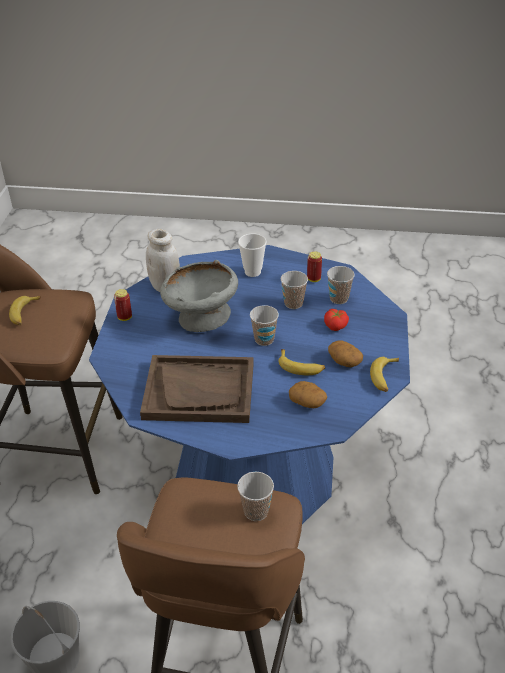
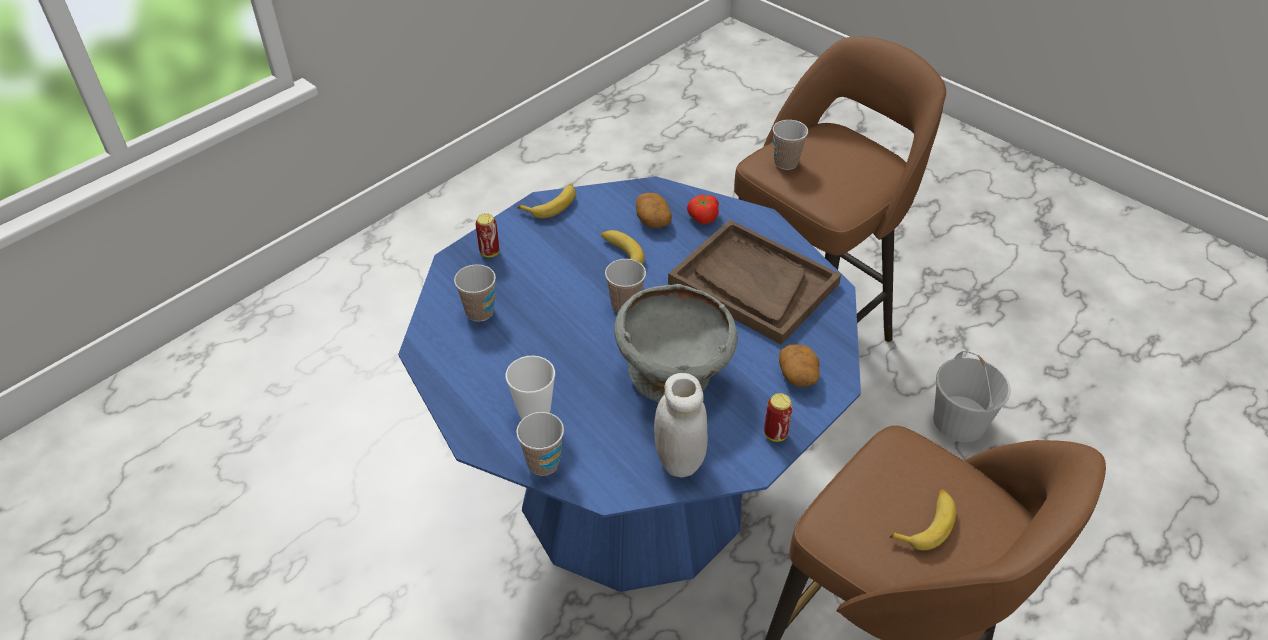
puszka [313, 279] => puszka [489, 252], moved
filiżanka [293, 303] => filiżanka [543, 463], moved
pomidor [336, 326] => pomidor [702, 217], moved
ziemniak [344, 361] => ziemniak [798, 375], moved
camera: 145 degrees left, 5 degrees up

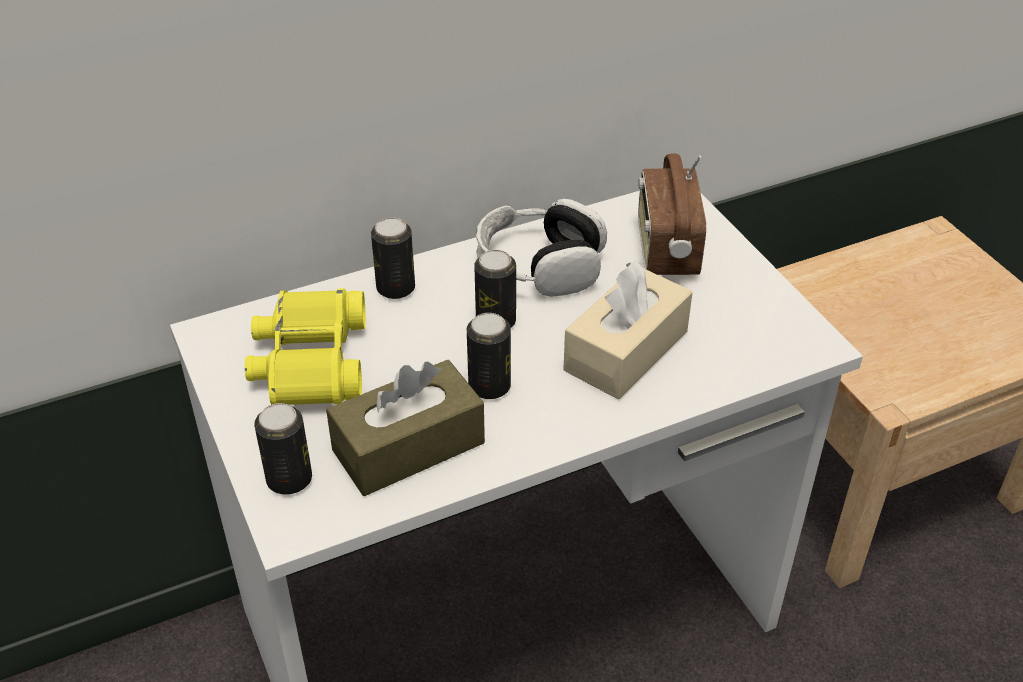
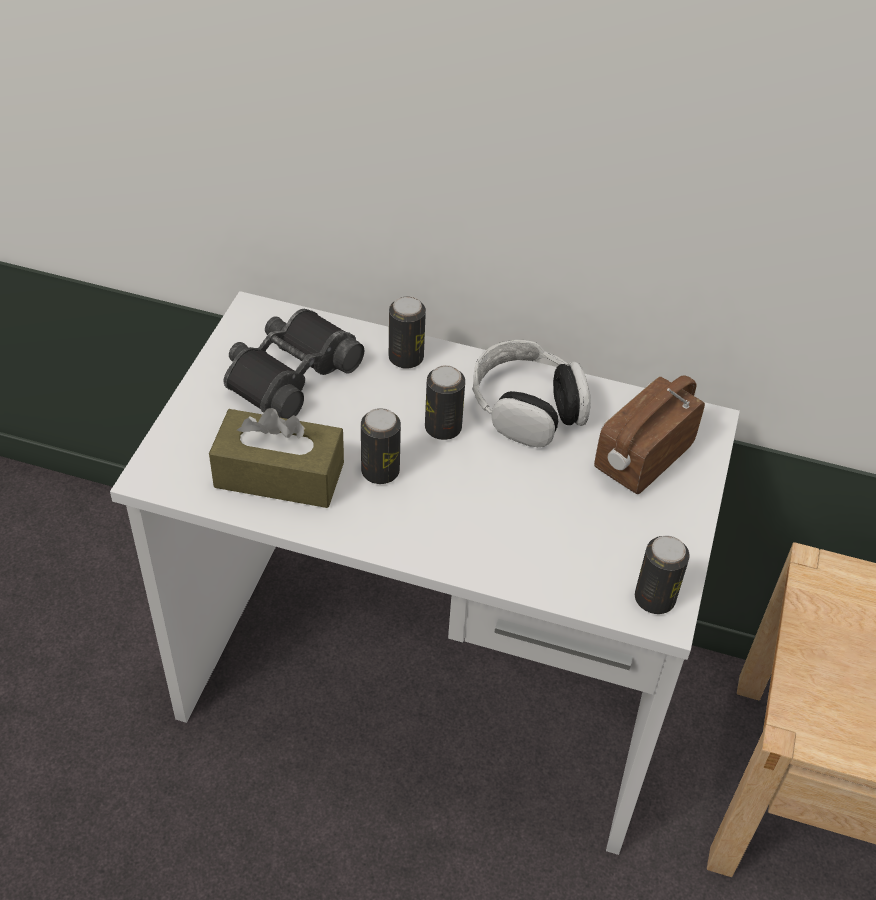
lornetka/żółty [310, 361] => lornetka/czarny [290, 373]
puszka [289, 479] => puszka [654, 599], moved
pudełko chusteczek/beżowy [626, 351] => nothing
camera: 40 degrees right, 5 degrees up

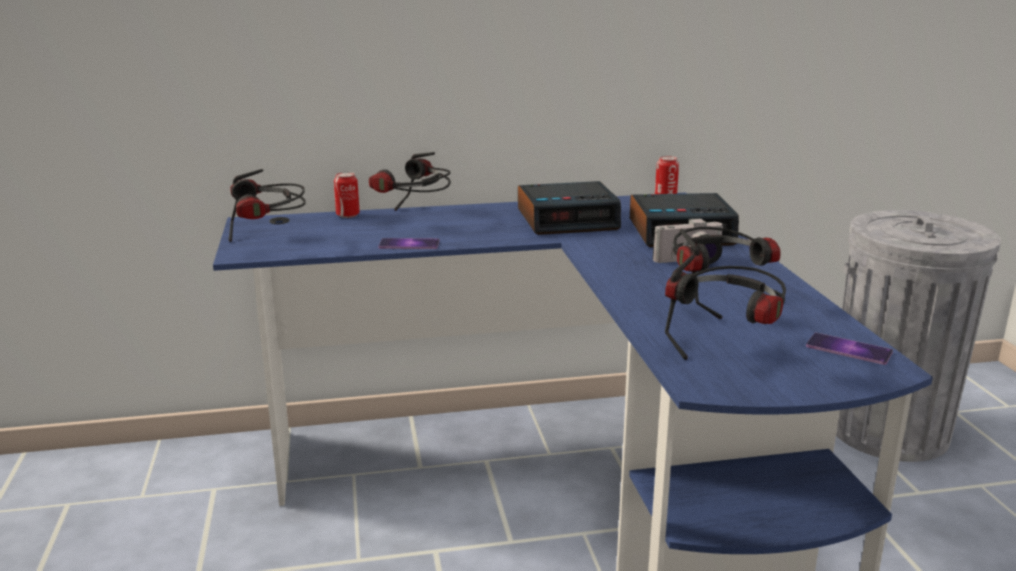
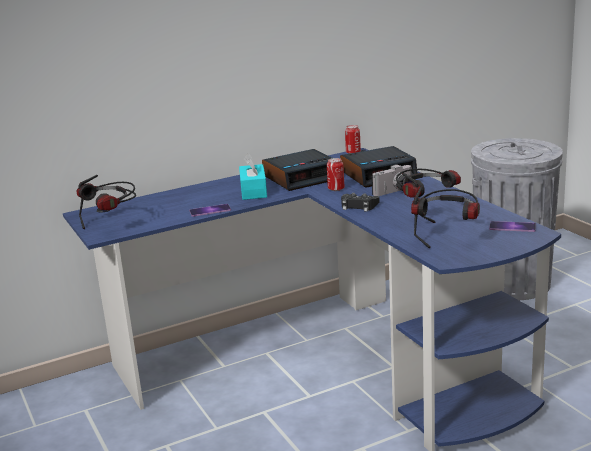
nothing => pudełko chusteczek/turkusowy [253, 191]
puszka [347, 215] => puszka [336, 189], moved
nothing => pad do gier/czarny [358, 206]
słuchawki [415, 219] => nothing
camera: 15 degrees left, 0 degrees up

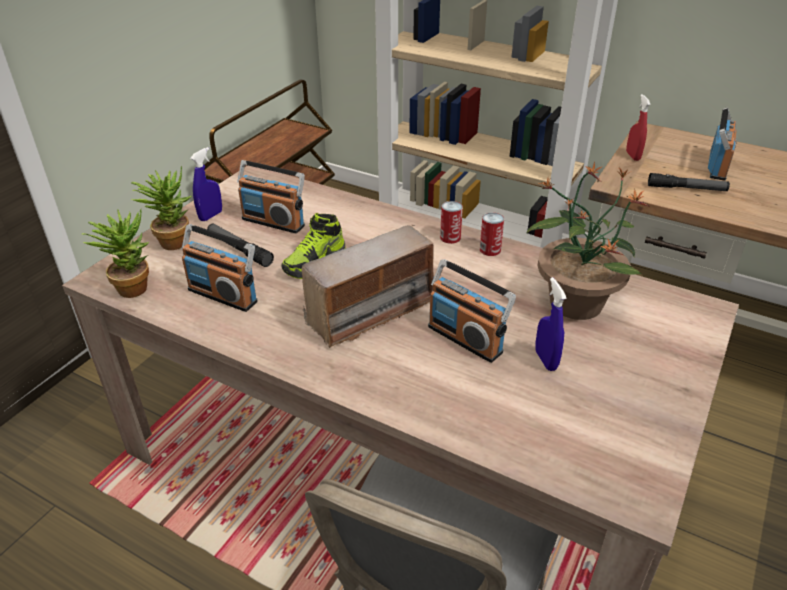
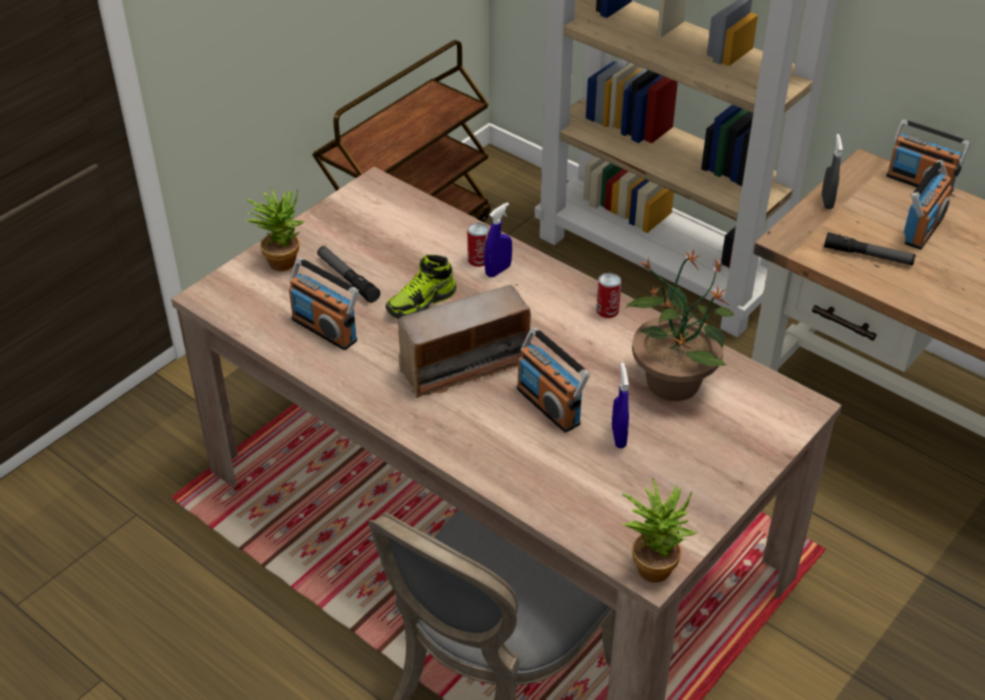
puszka [450, 237] => puszka [478, 259], moved
spryskiwacz/niebieski [211, 216] => spryskiwacz/niebieski [498, 270], moved
roślina doniczkowa [133, 285] => roślina doniczkowa [653, 563], moved
spryskiwacz/czerwony [632, 156] => spryskiwacz/szary [827, 201]
radio [273, 222] => radio [919, 182], moved
camera: 10 degrees right, 5 degrees up

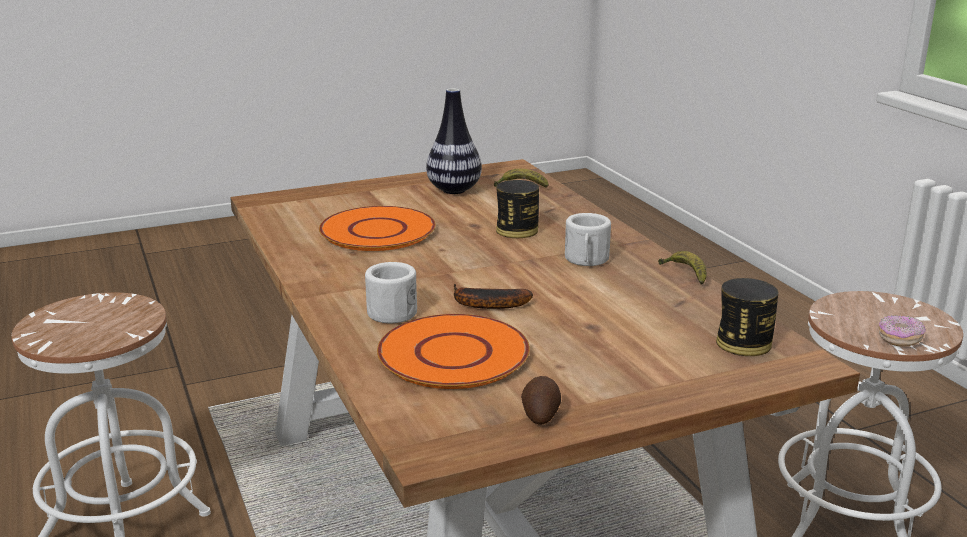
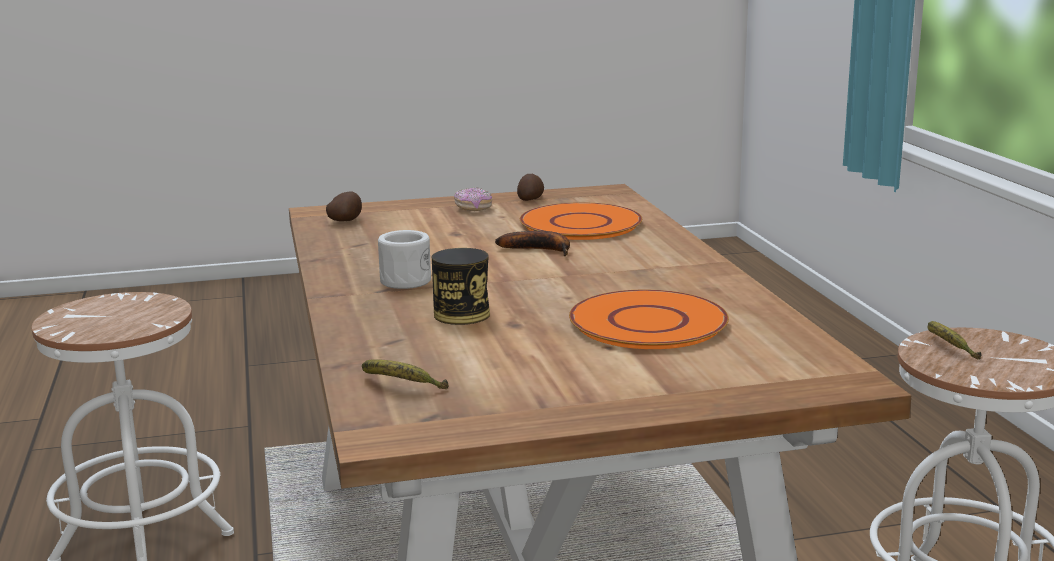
puszka [743, 343] => ziemniak [346, 221]
donut [899, 339] => donut [473, 208], moved
banan [685, 274] => banan [948, 347], moved
kubek/biały [394, 310] => nothing
wazon [454, 190] => nothing
camera: 170 degrees left, 5 degrees down

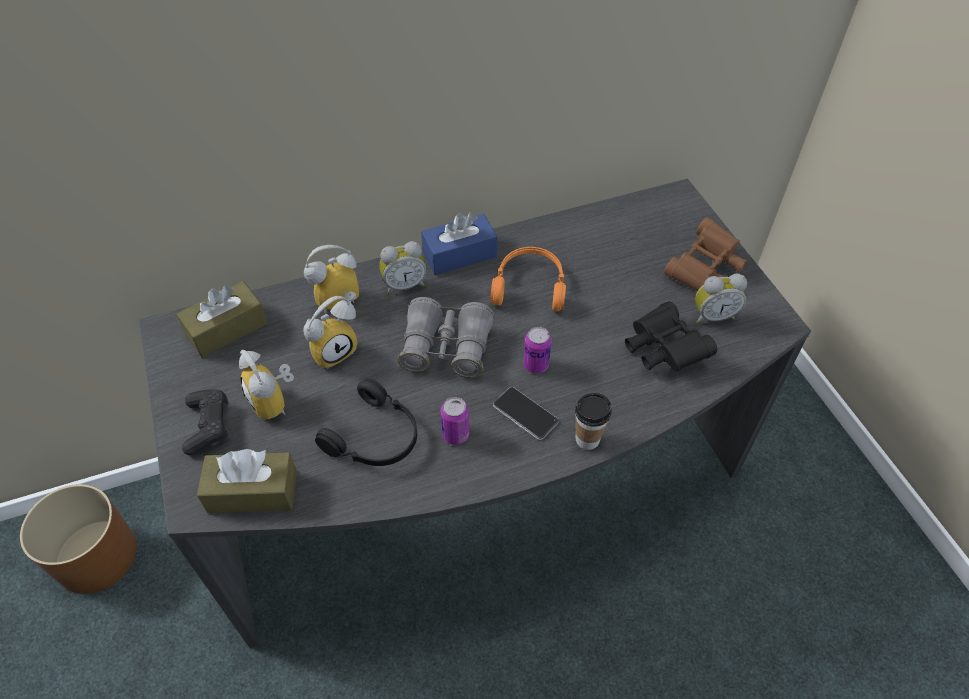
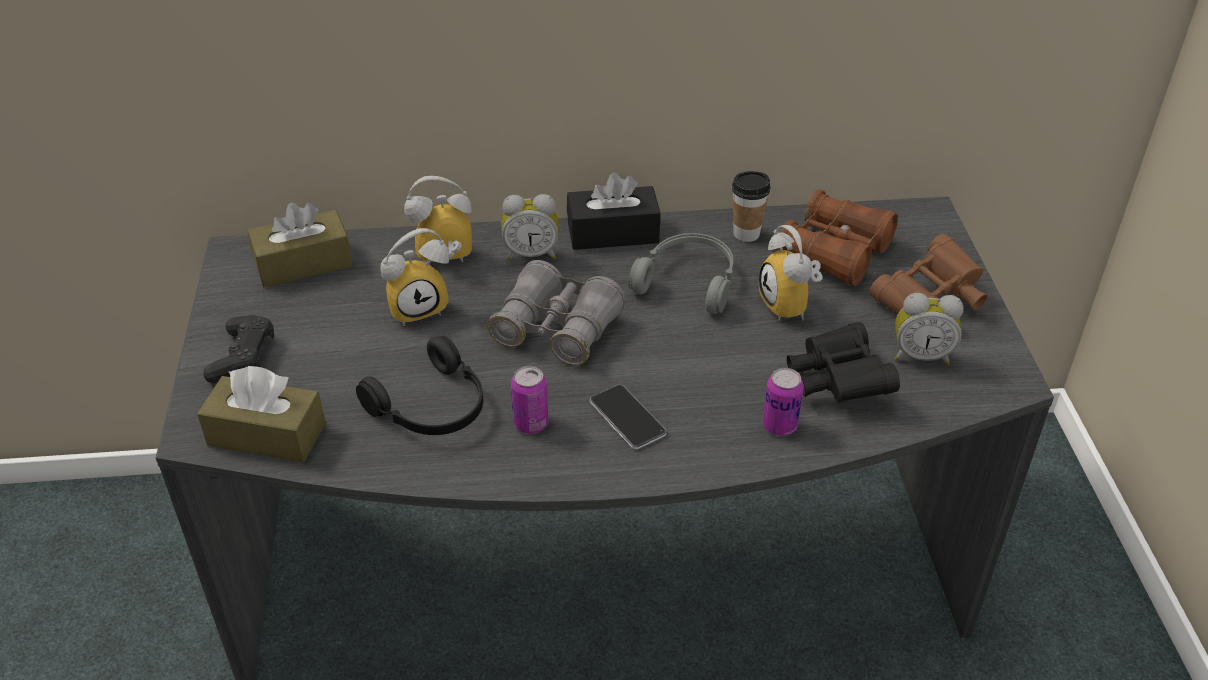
pudełko chusteczek/niebieski [459, 254] => pudełko chusteczek/czarny [613, 233]
słuchawki/pomarańczowy [529, 286] => słuchawki/szary [688, 281]
filiżanka [587, 439] => filiżanka [746, 234], moved
budzik [275, 402] => budzik [791, 306], moved
puszka [536, 365] => puszka [779, 426], moved
nothing => lornetka/brązowy [835, 252]
donica/brązowy [97, 555] => nothing
camera: 15 degrees right, 10 degrees down

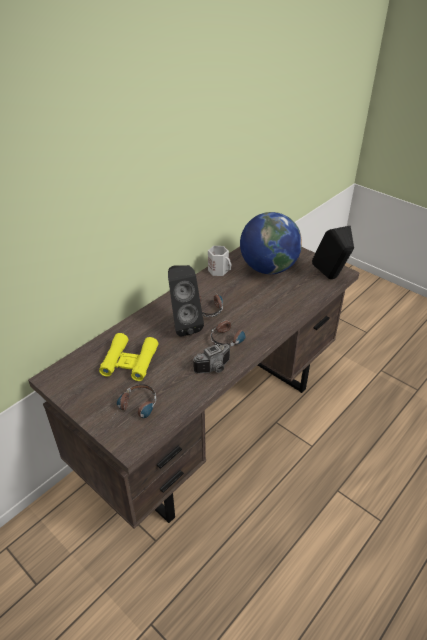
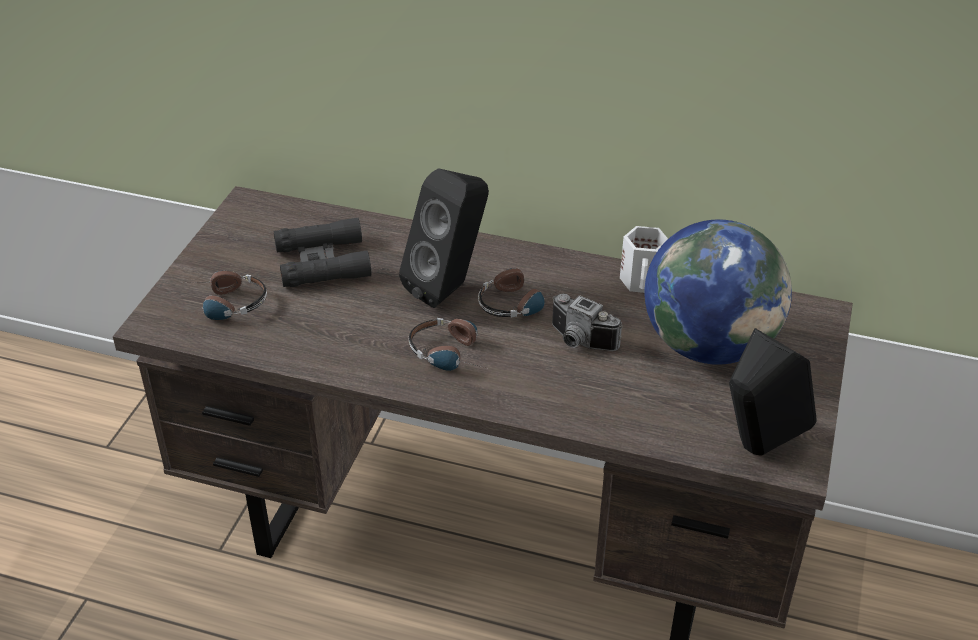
lornetka/żółty [129, 361] => lornetka/czarny [322, 262]
aparat fotograficzny [215, 368] => aparat fotograficzny [579, 342], moved
camera: 65 degrees right, 0 degrees up

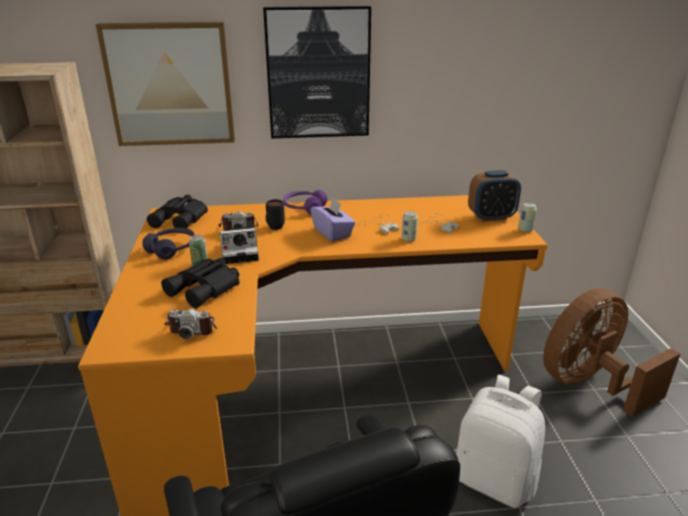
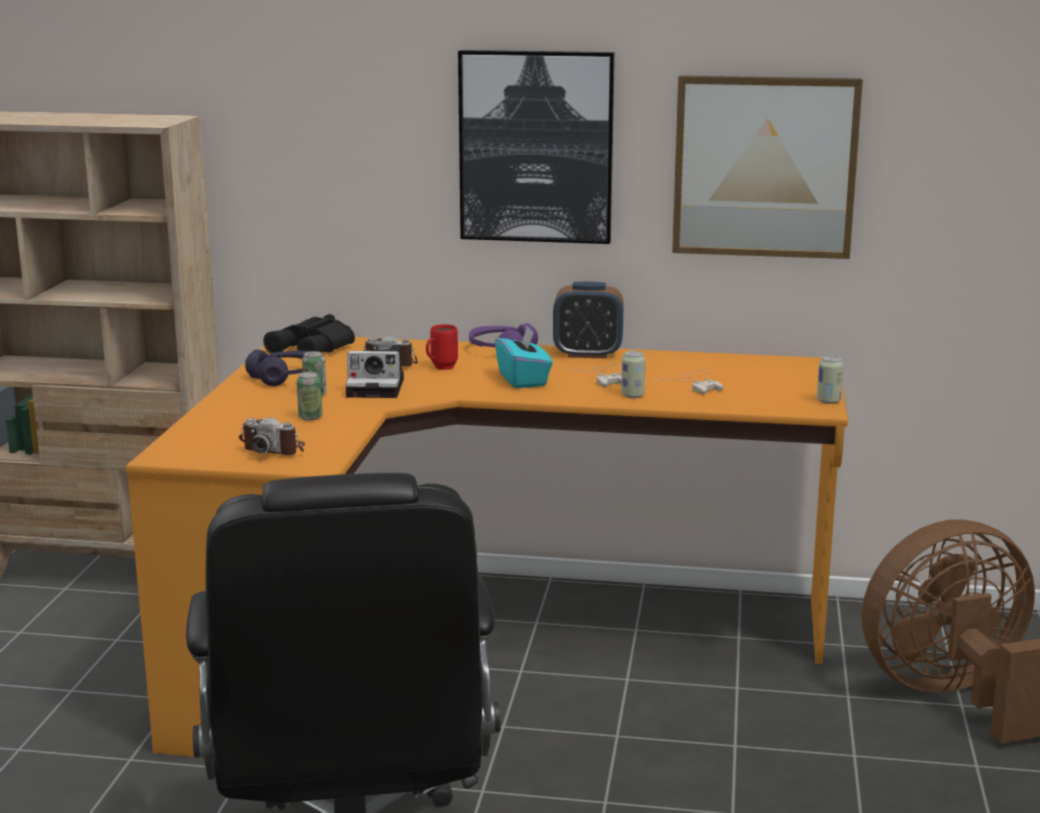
lornetka/czarny [206, 288] => puszka [310, 417]
kubek/czarny [274, 229] => kubek/czerwony [440, 368]
pudełko chusteczek/fioletowy [333, 233] => pudełko chusteczek/turkusowy [523, 380]
budzik [491, 217] => budzik [587, 354], moved
obraz [170, 85] => obraz [764, 166], moved
plecak/biały [495, 479] => nothing
camera: 15 degrees right, 10 degrees down

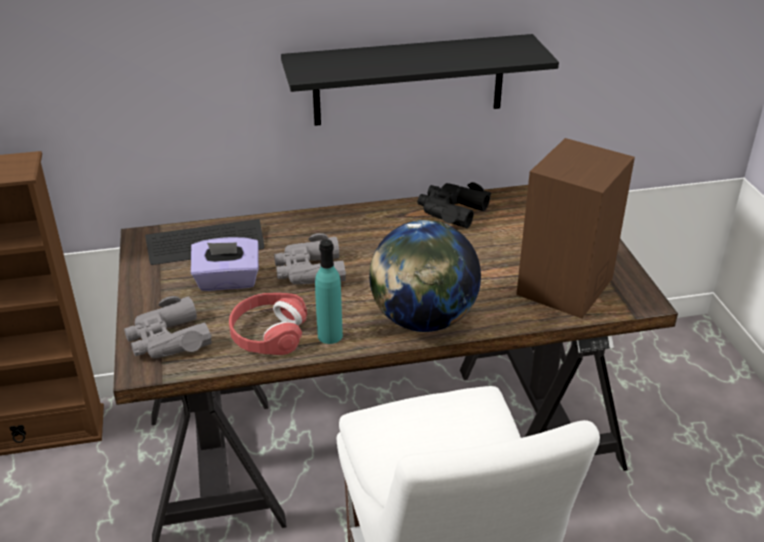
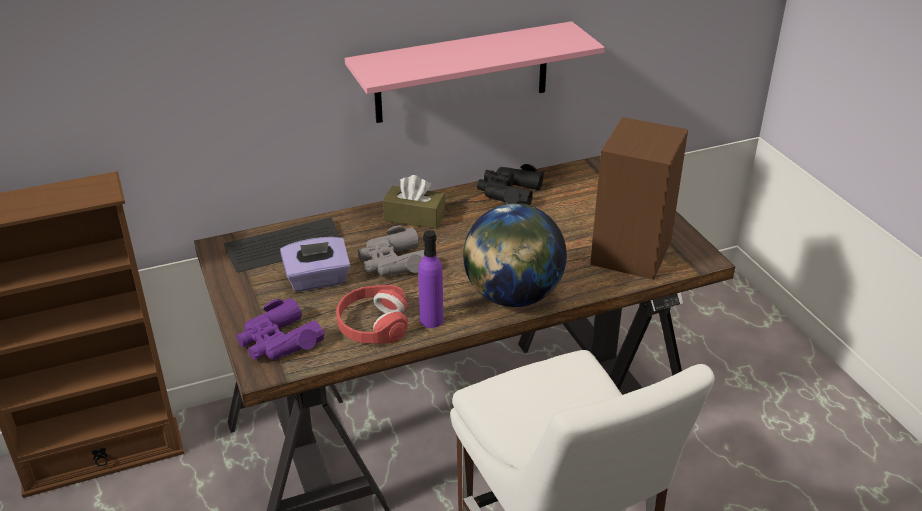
lornetka/szary [168, 340] => lornetka/fioletowy [279, 341]
półka/czarny [409, 80] => półka/różowy [462, 73]
nothing => pudełko chusteczek/brązowy [414, 217]
butelka/turkusowy [330, 335] => butelka/fioletowy [431, 320]
camera: 10 degrees left, 0 degrees up

